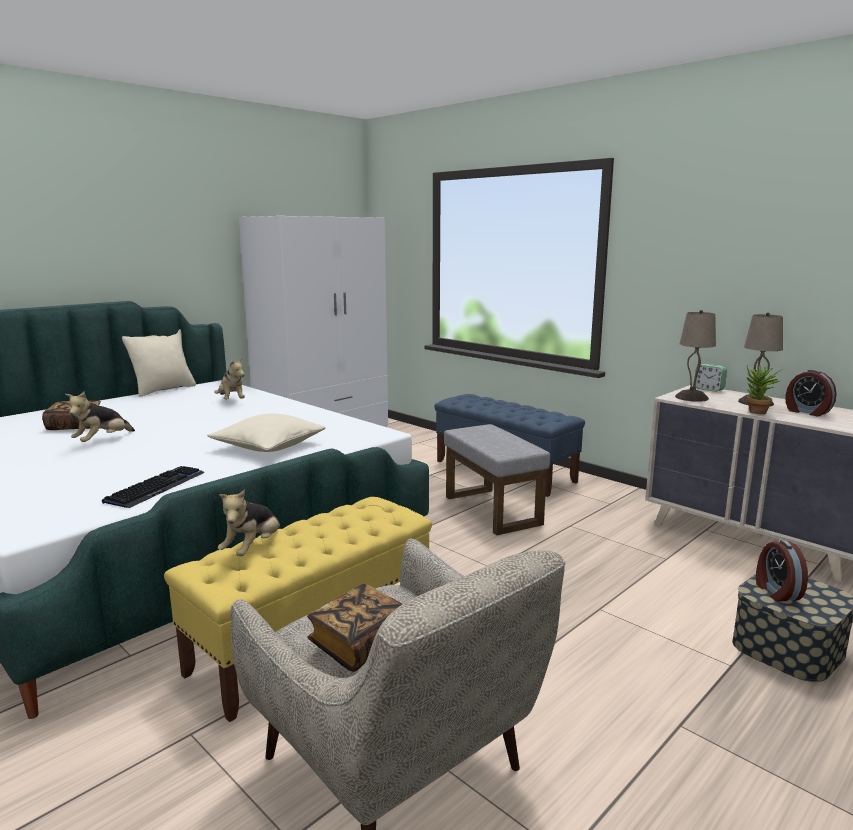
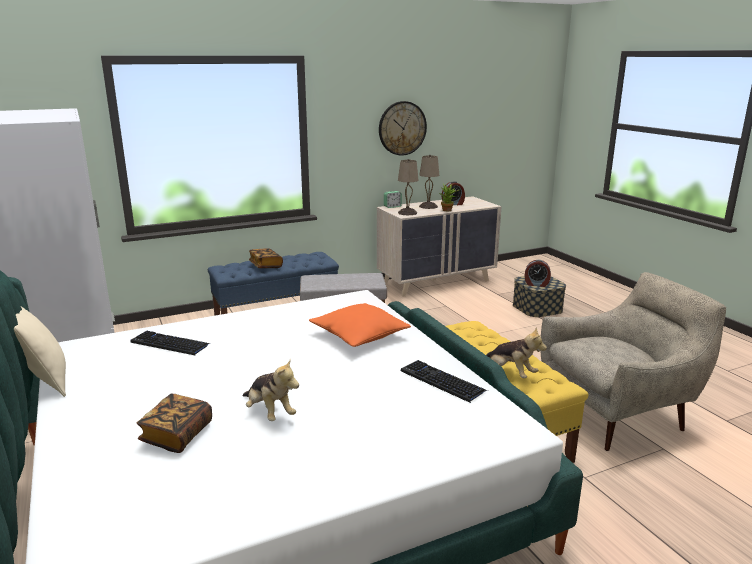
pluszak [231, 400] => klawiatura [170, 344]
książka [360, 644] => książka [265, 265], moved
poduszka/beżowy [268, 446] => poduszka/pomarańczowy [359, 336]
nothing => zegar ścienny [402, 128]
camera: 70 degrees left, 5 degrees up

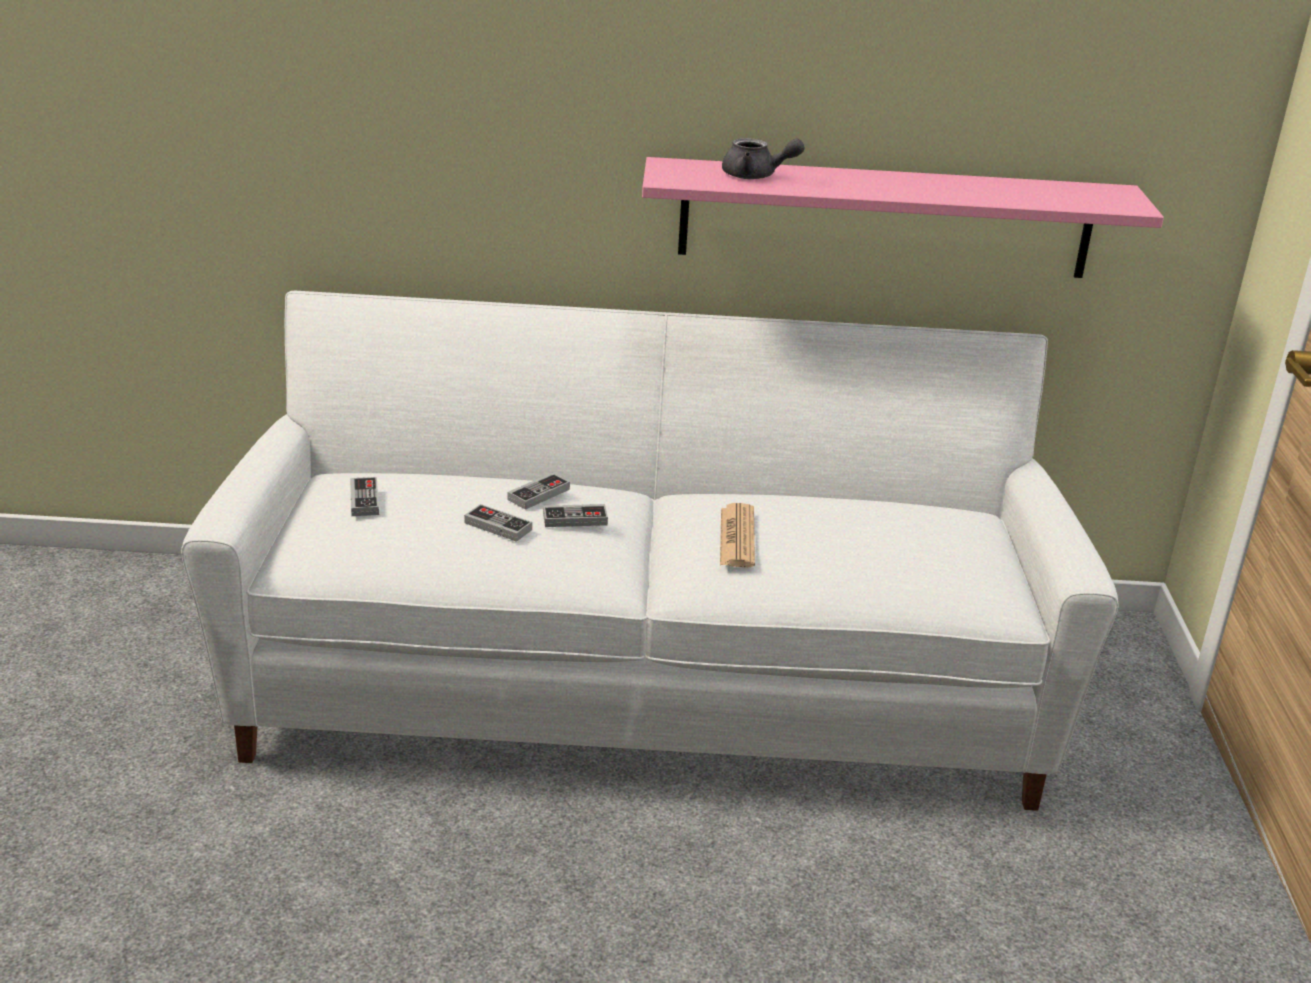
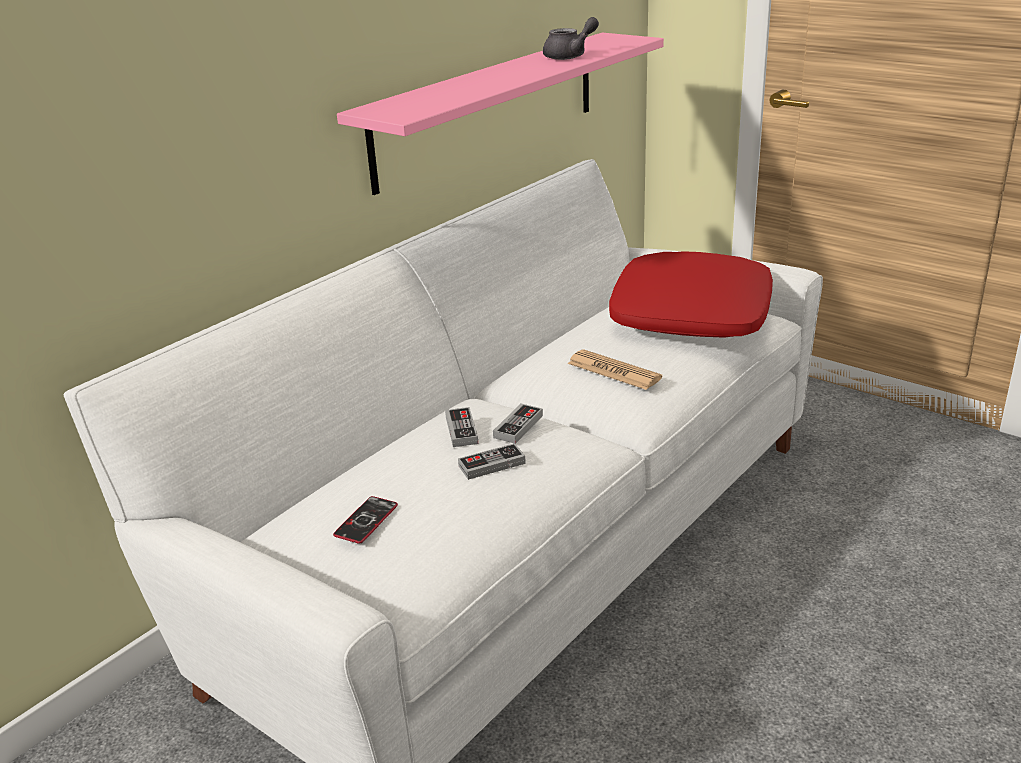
pad do gier [364, 500] => telefon [366, 521]
imbryk/szary [756, 176] => imbryk/szary [570, 56], moved
nothing => poduszka/czerwony [689, 315]
camera: 50 degrees left, 0 degrees up

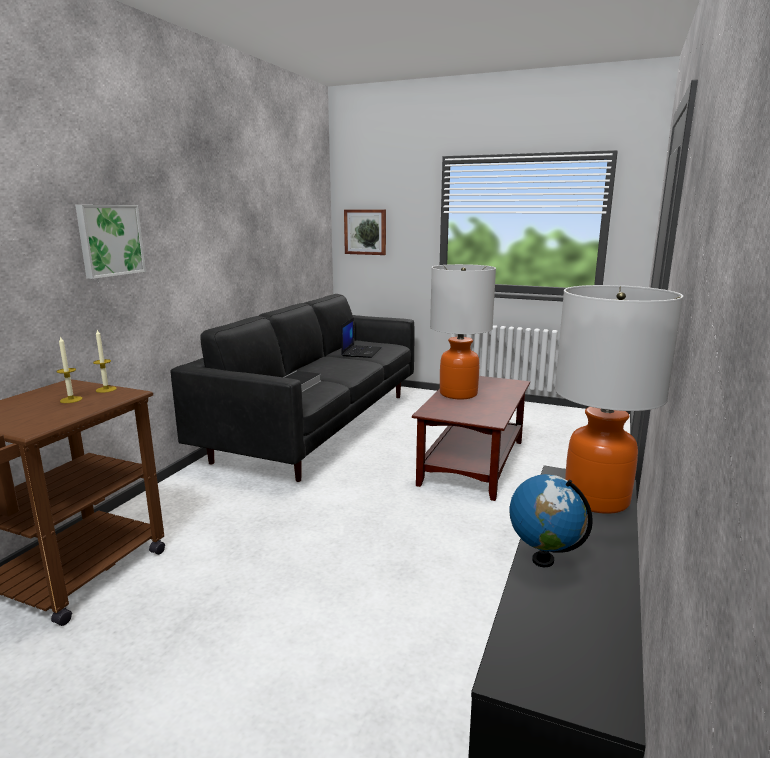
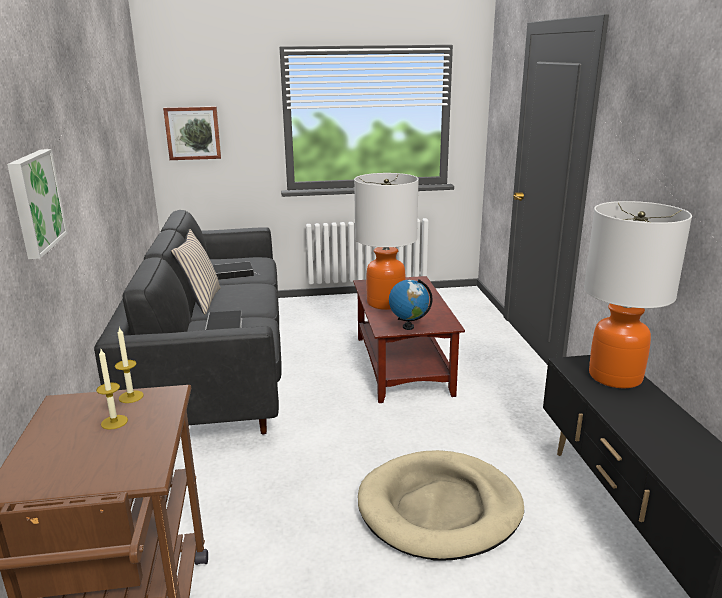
nothing => poduszka/beżowy [201, 301]
laptop [361, 352] => książka [234, 273]
nothing => legowisko/beżowy [440, 509]
globus [543, 560] => globus [408, 327], moved
camera: 30 degrees left, 5 degrees up

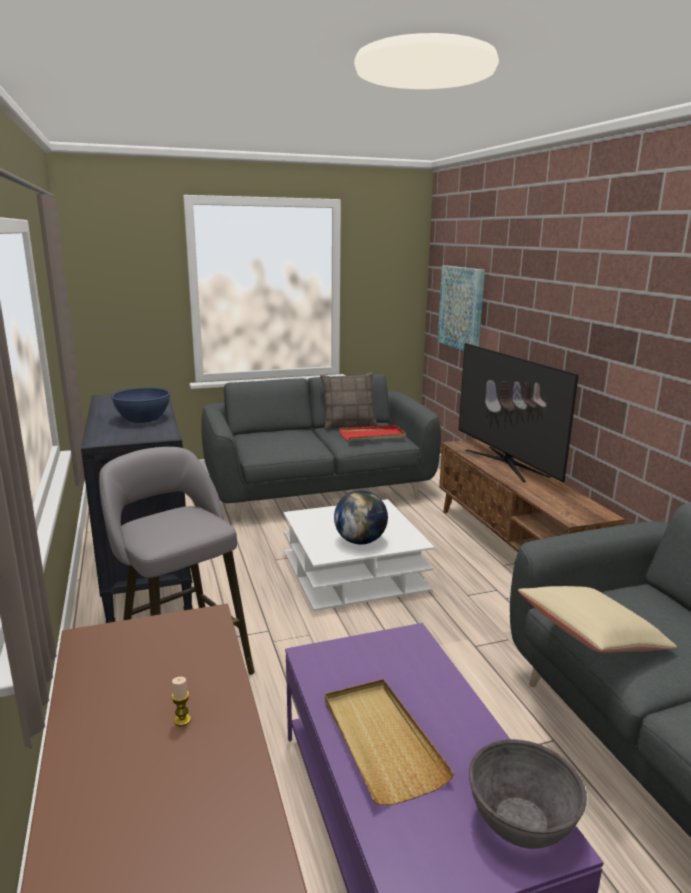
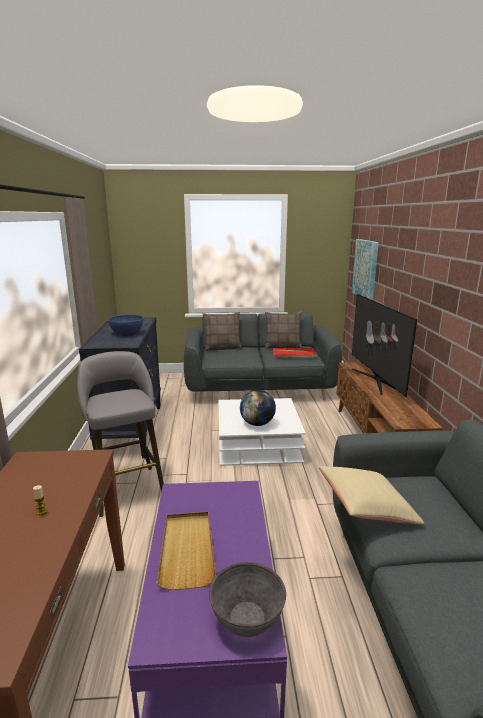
nothing => poduszka [222, 348]
camera: 15 degrees right, 0 degrees up

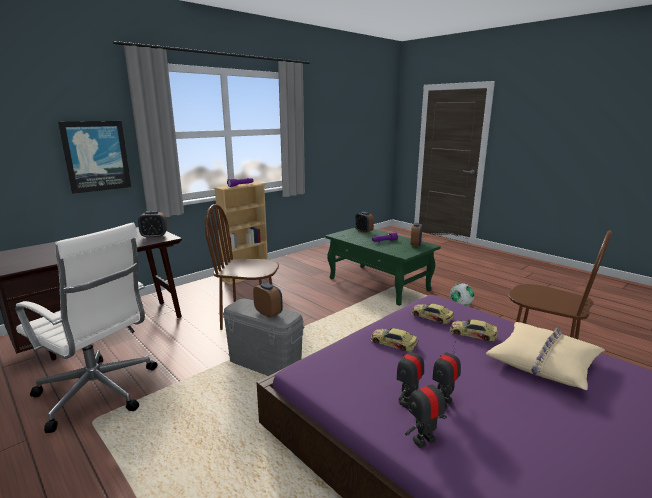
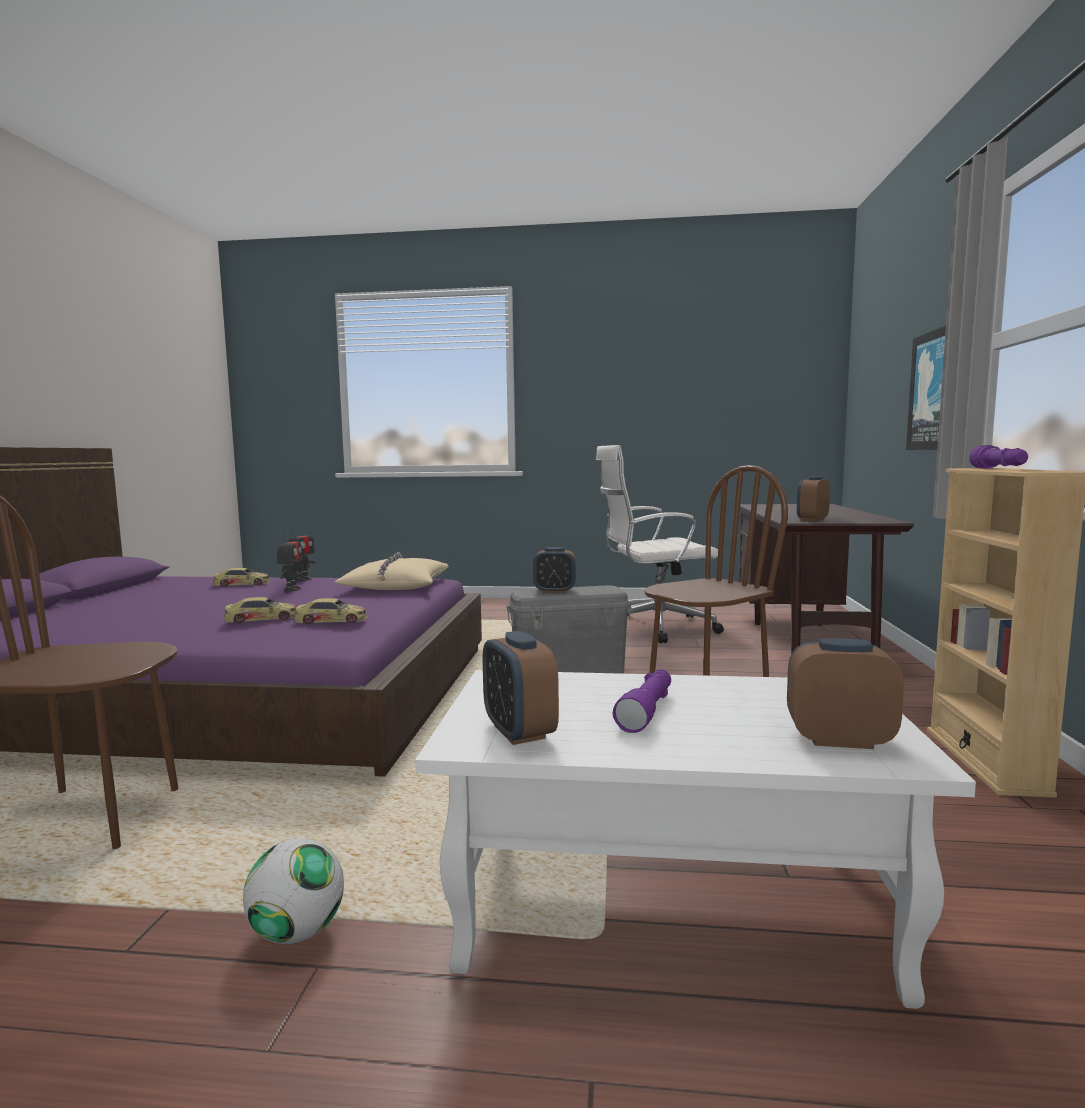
samochodzik [393, 343] => samochodzik [242, 584], moved
poduszka/beżowy [543, 362] => poduszka/beżowy [395, 586], moved
ława/zielony [379, 284] => ława/biały [665, 906]
robot zabawkowy [408, 401] => nothing
camera: 140 degrees right, 10 degrees down

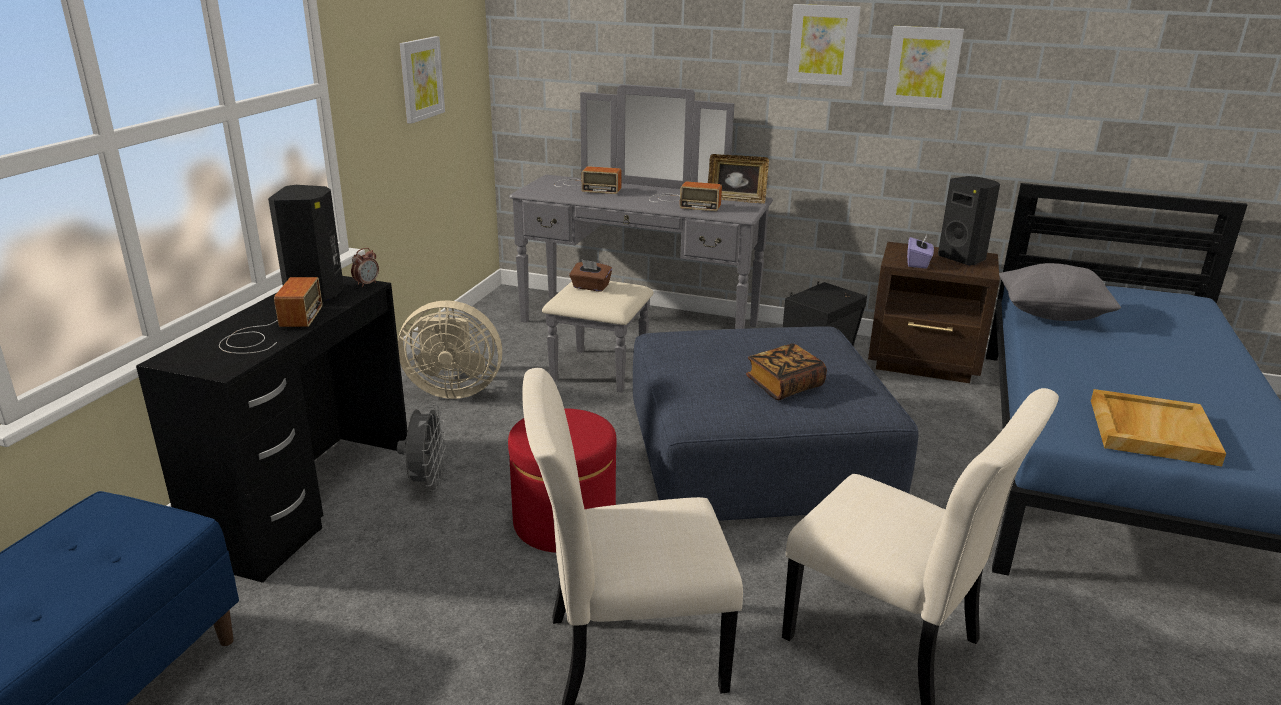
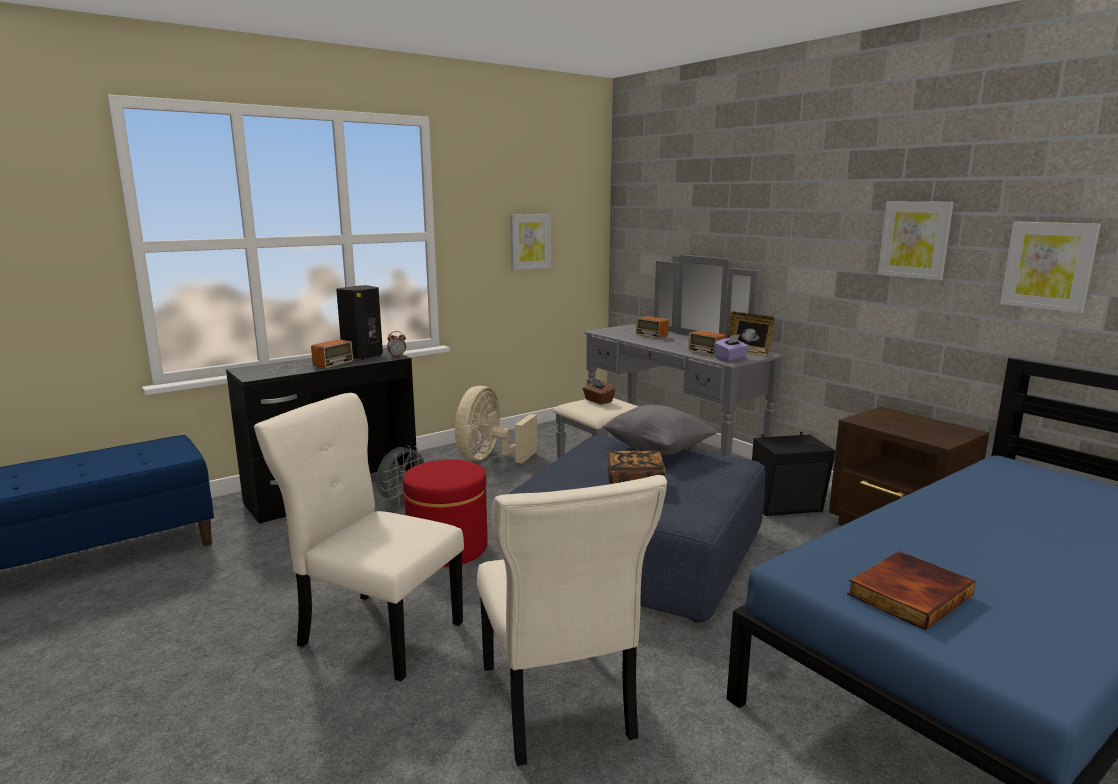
wentylator/beżowy [453, 389] => wentylator/beżowy [489, 458], 75 degrees clockwise
poduszka/szary [1052, 314] => poduszka/szary [657, 450], moved
pudełko chusteczek/fioletowy [918, 263] => pudełko chusteczek/fioletowy [731, 359], moved
taca/beżowy [1150, 431] => książka [908, 593]
obraz [823, 45] => obraz [1048, 266], moved
głośnik/czarny [963, 258] => nothing
camera: 35 degrees right, 10 degrees down

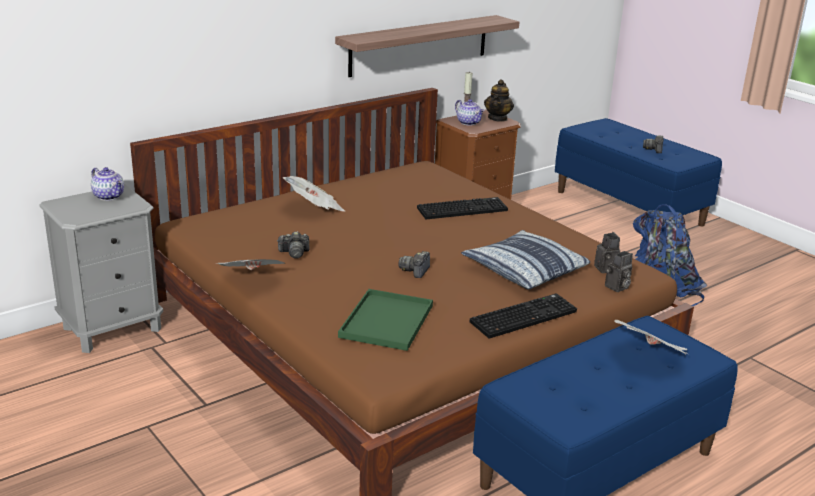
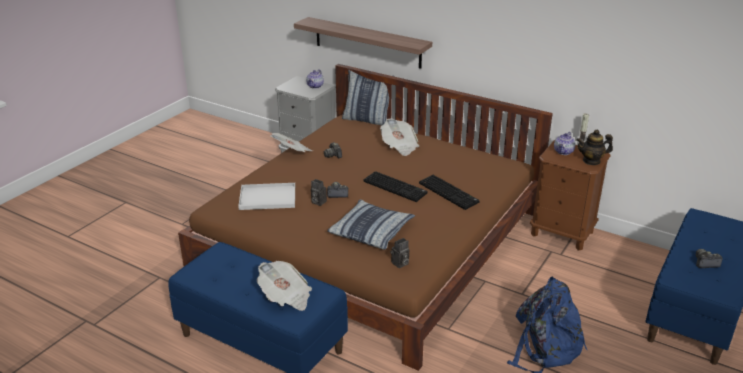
taca/zielony [387, 322] => taca/biały [266, 198]
półka [419, 45] => półka [367, 42], moved
aparat fotograficzny [617, 287] => aparat fotograficzny [317, 202], moved
nothing => poduszka [367, 120]
klawiatura [523, 316] => klawiatura [396, 187], moved
camera: 70 degrees right, 5 degrees up

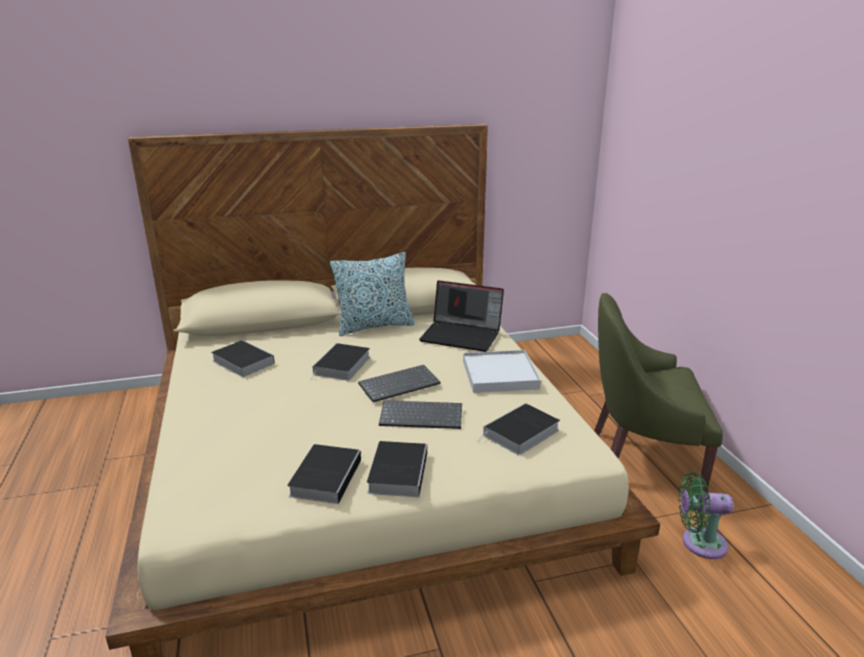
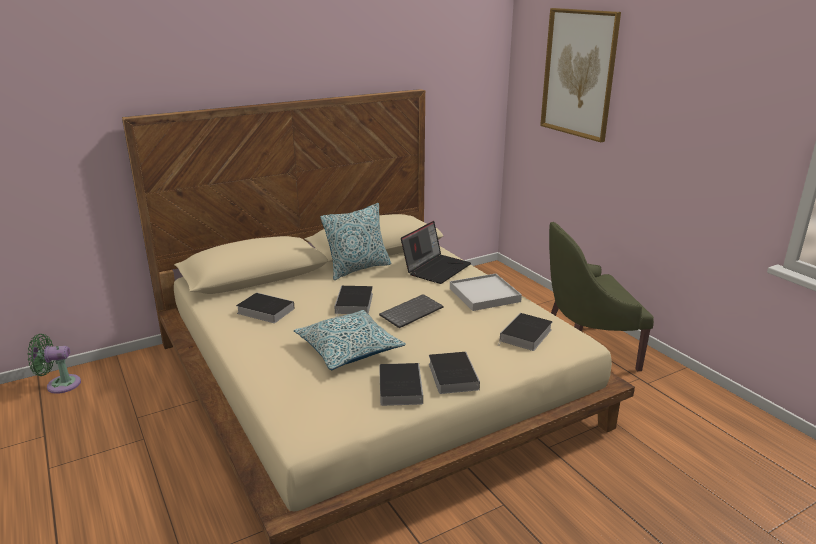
wentylator/zielony [699, 543] => wentylator/zielony [60, 384], moved
nothing => poduszka [349, 349]
laptop [462, 335] => laptop [436, 268], 60 degrees counterclockwise
nothing => obraz [579, 73]
klawiatura [422, 416] => nothing
camera: 15 degrees left, 0 degrees up

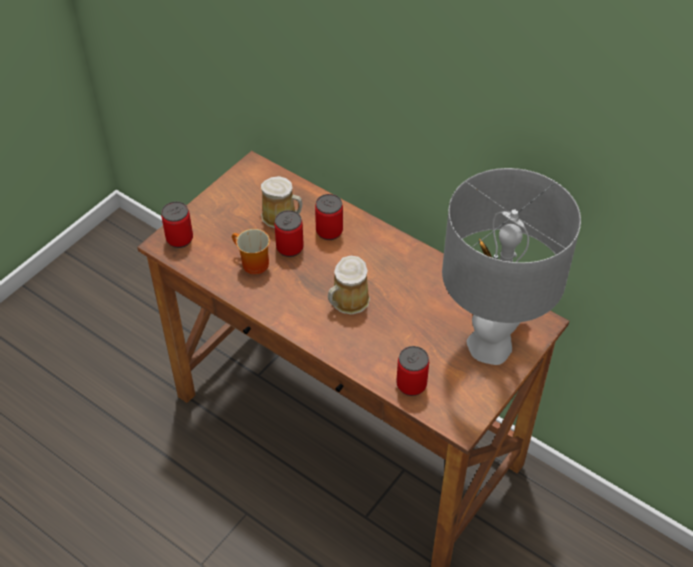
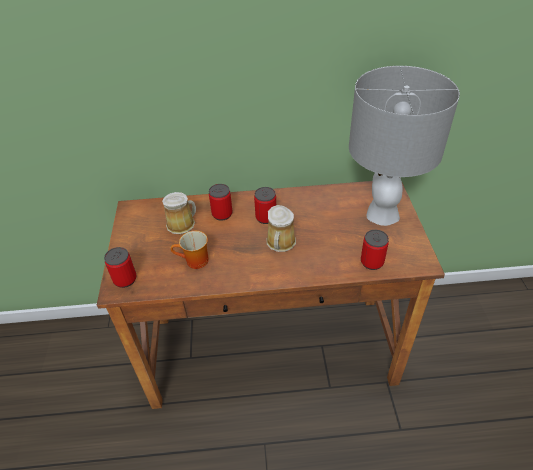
puszka [289, 248] => puszka [266, 217], moved
camera: 40 degrees left, 5 degrees down

